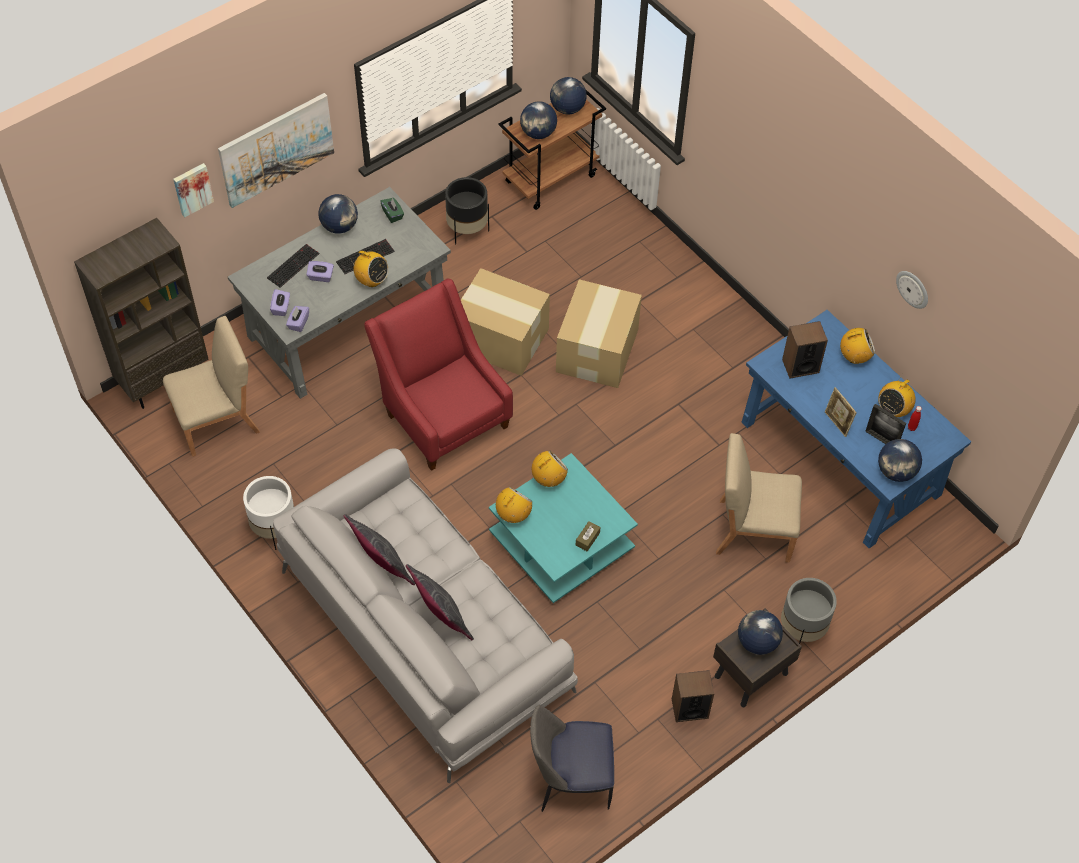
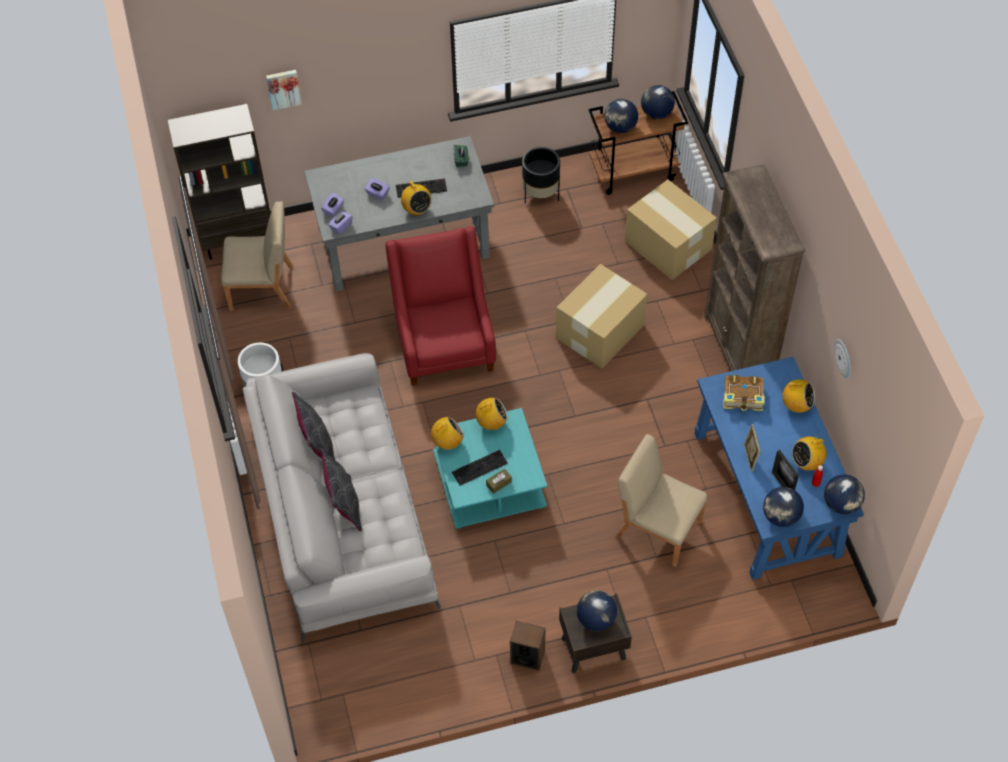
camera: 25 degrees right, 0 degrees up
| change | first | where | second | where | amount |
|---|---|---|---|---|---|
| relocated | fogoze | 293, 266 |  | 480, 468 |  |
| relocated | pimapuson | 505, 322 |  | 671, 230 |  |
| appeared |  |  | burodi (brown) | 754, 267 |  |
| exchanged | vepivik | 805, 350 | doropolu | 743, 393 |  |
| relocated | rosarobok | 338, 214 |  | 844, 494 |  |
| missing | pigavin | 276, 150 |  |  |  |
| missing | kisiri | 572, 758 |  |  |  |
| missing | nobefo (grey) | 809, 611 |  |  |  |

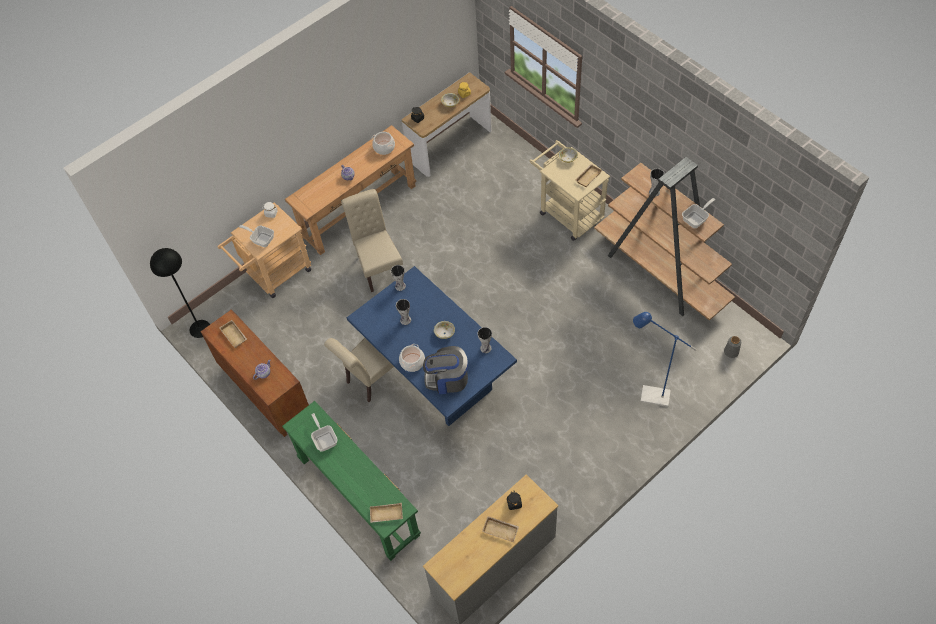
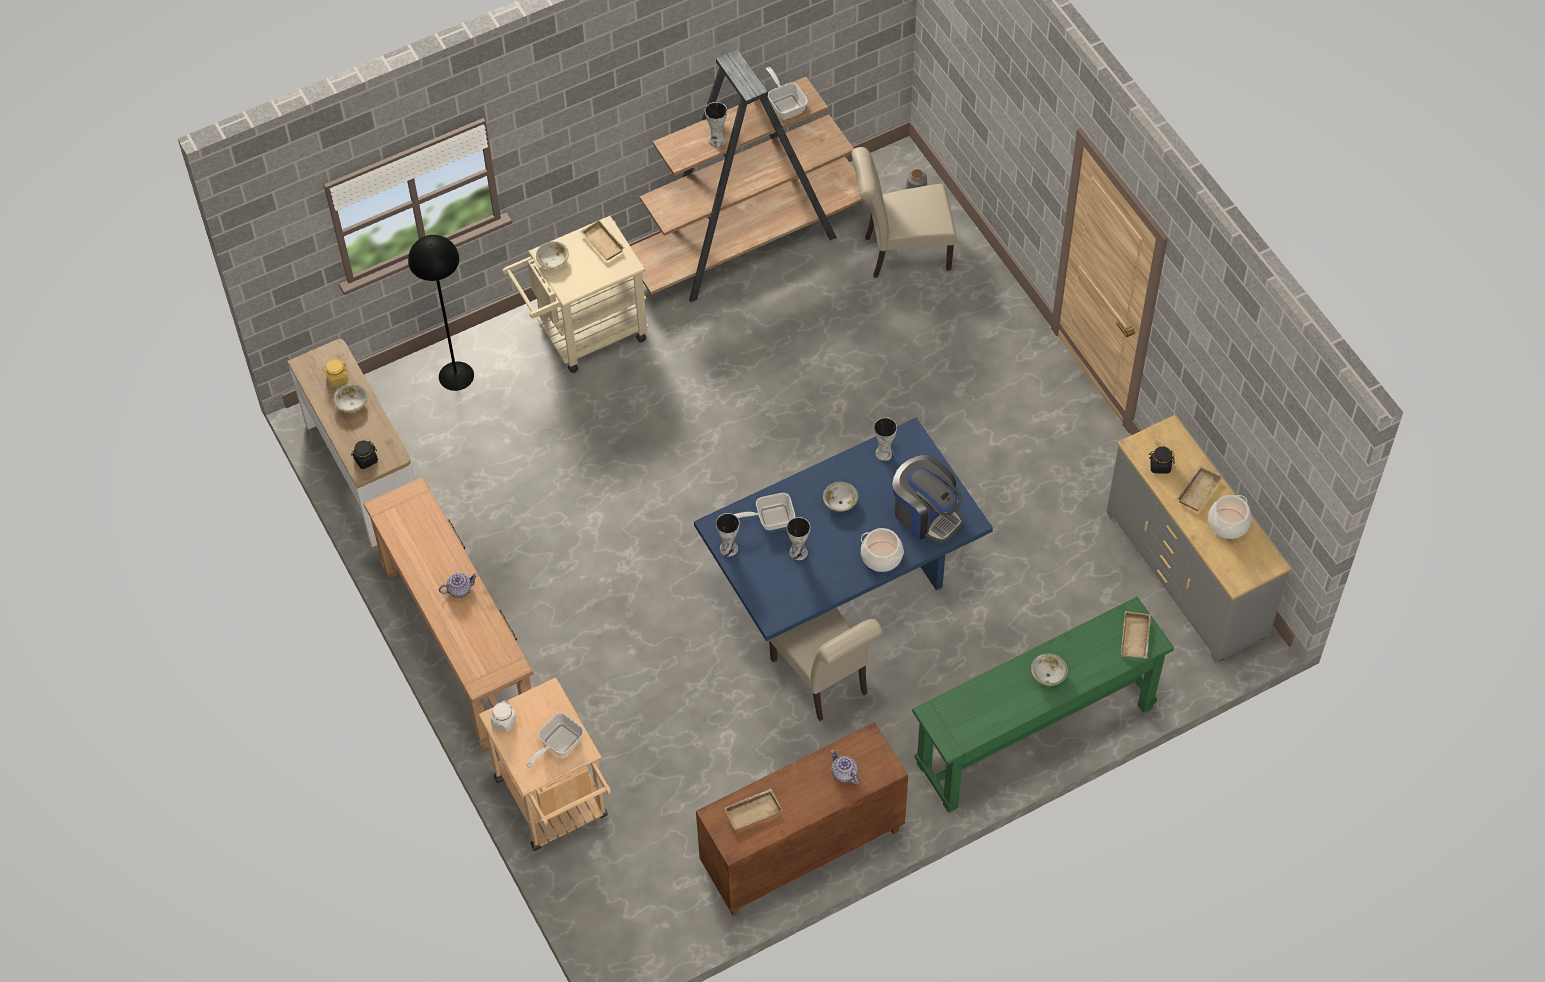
camera: 80 degrees left, 0 degrees up
| change | first | where | second | where | amount |
|---|---|---|---|---|---|
| relocated | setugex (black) | 180, 293 |  | 441, 313 |  |
| relocated | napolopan | 324, 432 |  | 764, 511 |  |
| relocated | kisiri (beige) | 372, 240 |  | 904, 212 |  |
| spun | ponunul | 445, 370 |  | 928, 499 | 60 degrees counterclockwise |
| appeared |  |  | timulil | 1049, 670 |  |
| relocated | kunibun | 383, 143 |  | 1230, 517 |  |
| missing | setugex (blue) | 665, 359 |  |  |  |

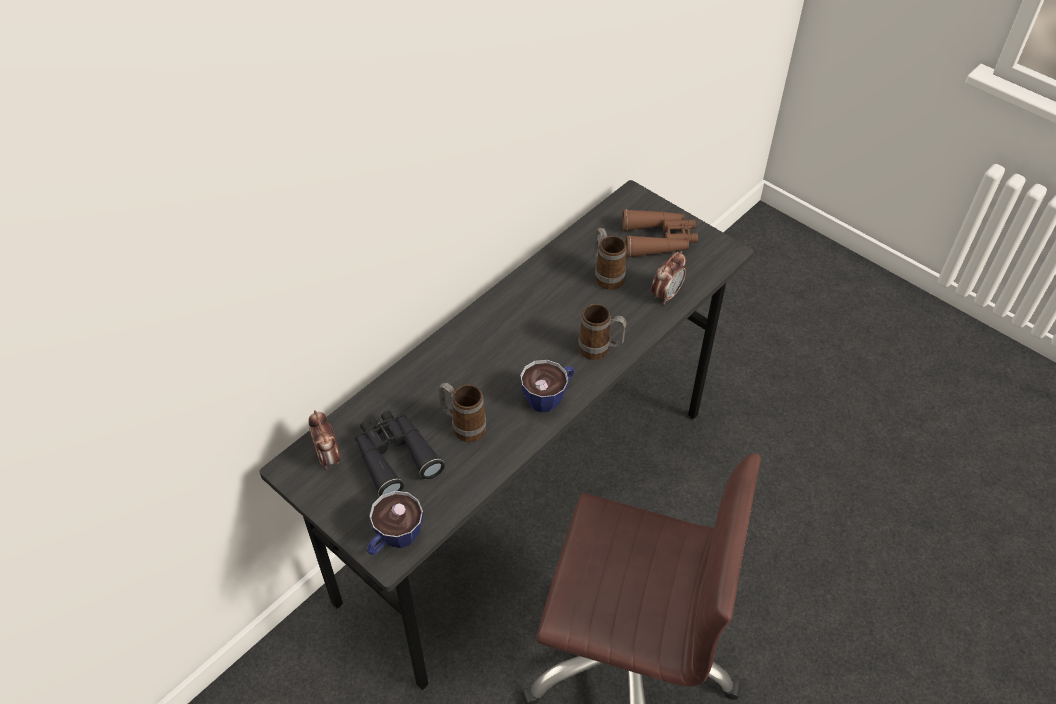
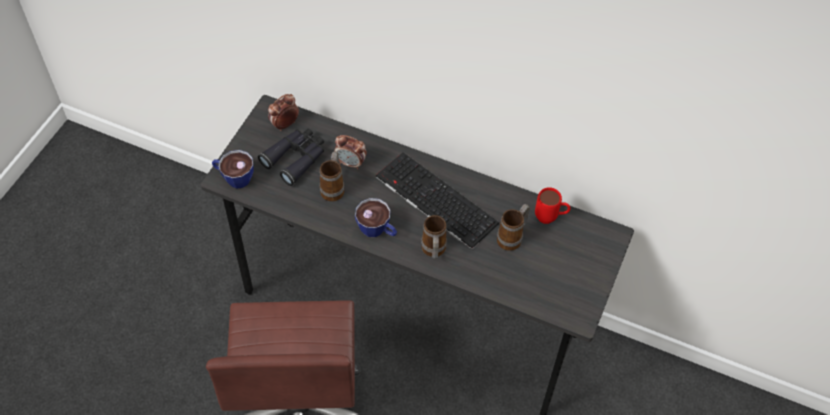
camera: 70 degrees right, 5 degrees up
| change | first | where | second | where | amount |
|---|---|---|---|---|---|
| relocated | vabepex | 668, 278 |  | 350, 152 |  |
| appeared |  |  | fogoze | 437, 200 |  |
| appeared |  |  | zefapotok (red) | 553, 205 |  |
| missing | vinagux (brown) | 660, 233 |  |  |  |

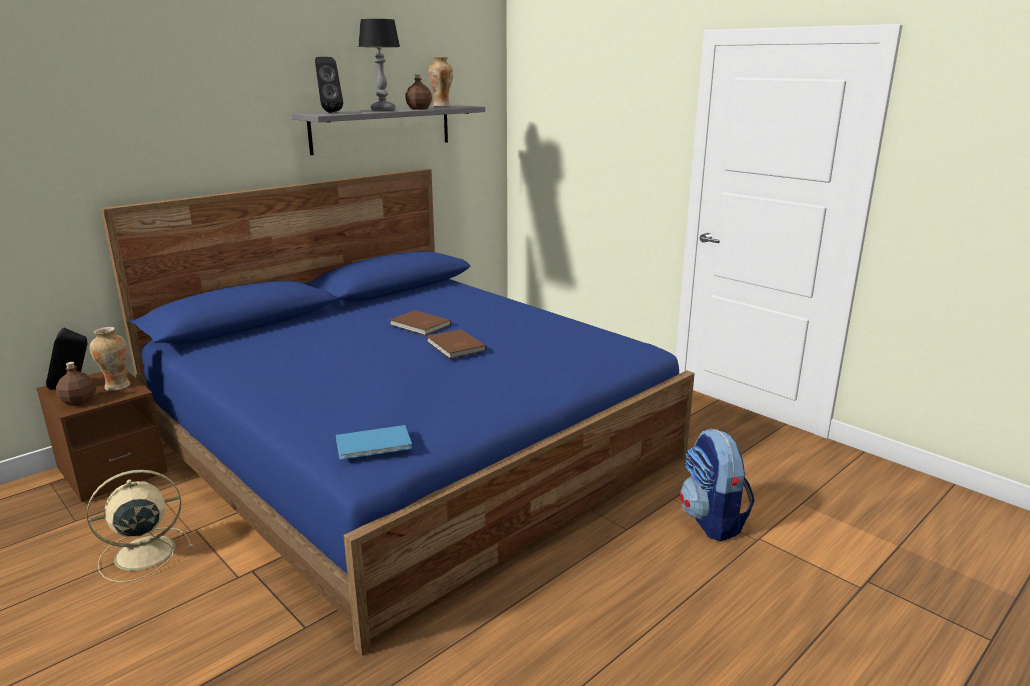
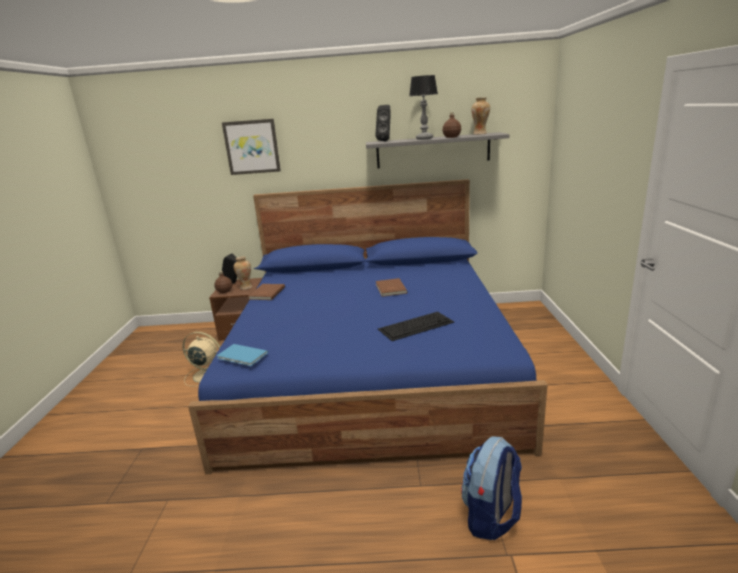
camera: 45 degrees right, 0 degrees up
| change | first | where | second | where | amount |
|---|---|---|---|---|---|
| appeared |  |  | pigavin | 251, 147 |  |
| relocated | doropolu (brown) | 456, 344 |  | 267, 292 |  |
| appeared |  |  | fogoze | 416, 326 |  |

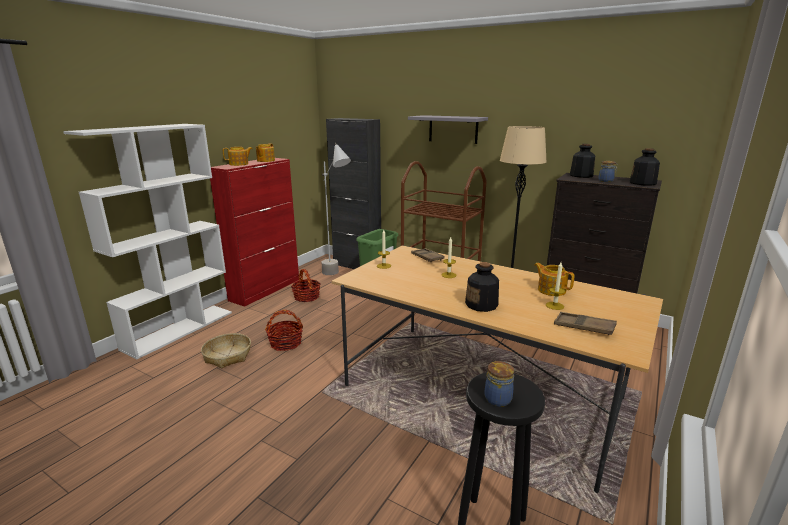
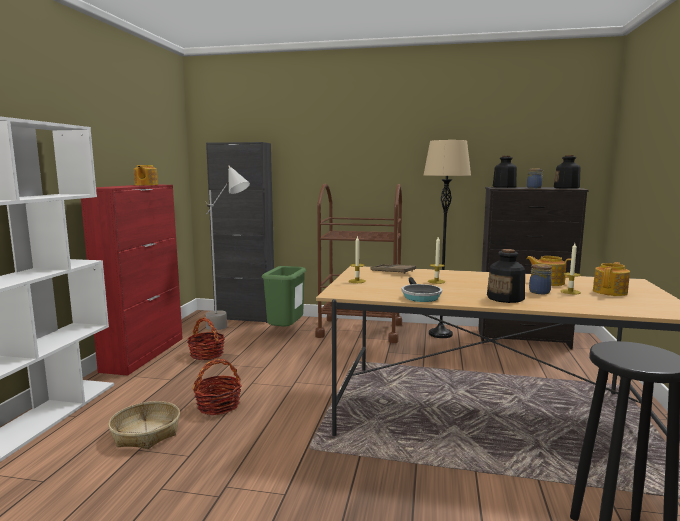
camera: 20 degrees left, 10 degrees down
| change | first | where | second | where | amount |
|---|---|---|---|---|---|
| appeared |  |  | napolopan | 421, 289 |  |
| relocated | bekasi | 499, 384 |  | 540, 279 |  |
| relocated | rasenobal | 237, 156 |  | 611, 279 |  |
| missing | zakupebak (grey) | 448, 129 |  |  |  |
| missing | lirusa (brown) | 585, 323 |  |  |  |

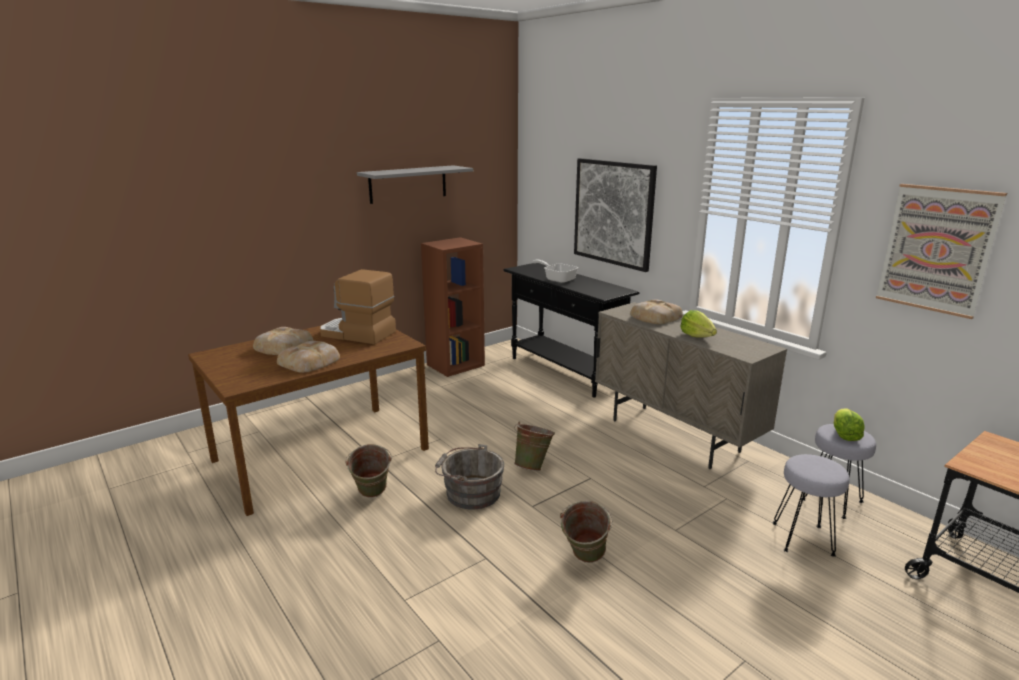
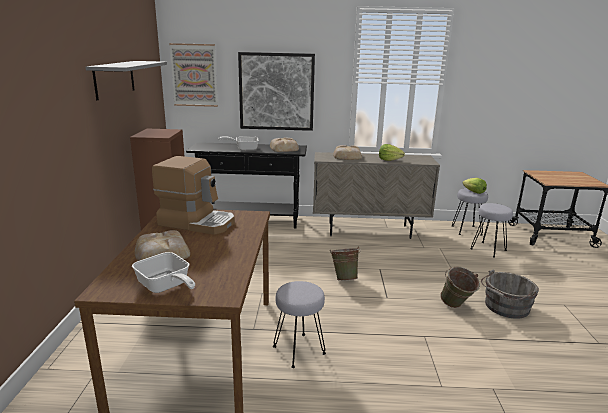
camera: 50 degrees left, 0 degrees up
| change | first | where | second | where | amount |
|---|---|---|---|---|---|
| appeared |  |  | napolopan | 163, 272 |  |
| spun | ponunul | 358, 307 |  | 193, 195 | 135 degrees counterclockwise |
| relocated | pigavin | 941, 251 |  | 193, 75 |  |
| relocated | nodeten | 308, 357 |  | 284, 145 |  |
| exchanged | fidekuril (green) | 369, 471 | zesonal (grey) | 299, 324 |  |
| relocated | fidekuril (grey) | 470, 477 |  | 510, 294 |  |

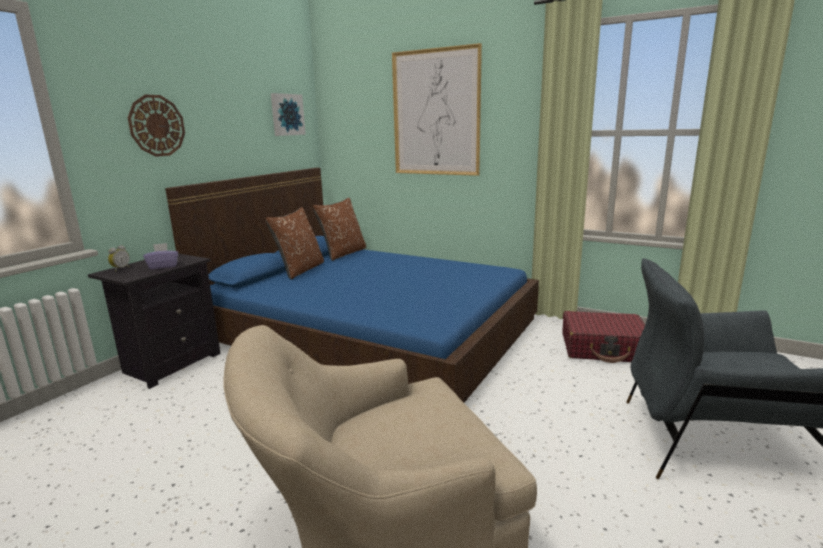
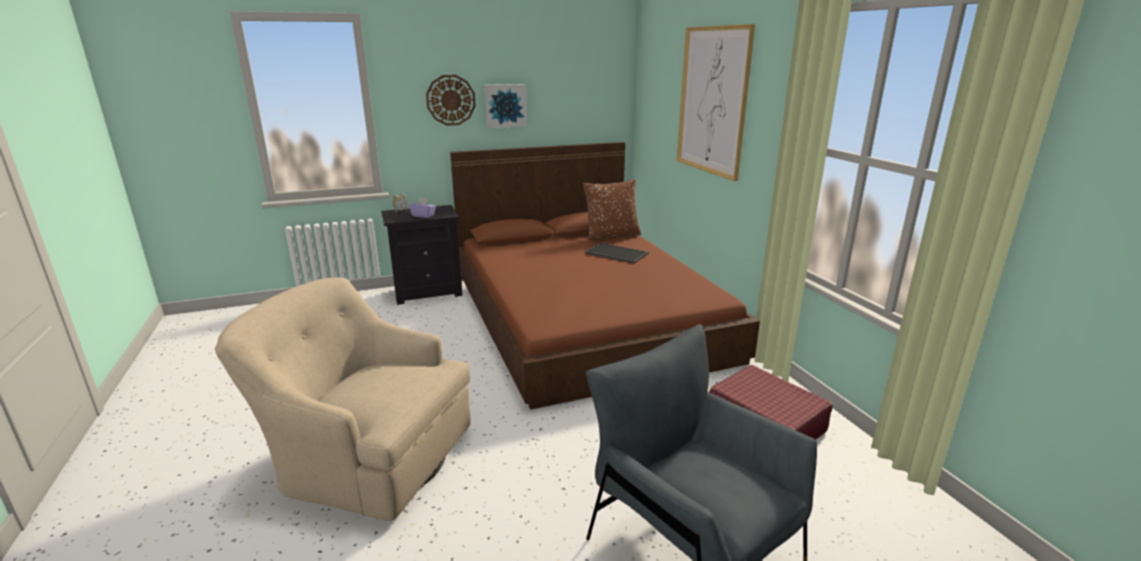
camera: 40 degrees right, 5 degrees up
| change | first | where | second | where | amount |
|---|---|---|---|---|---|
| colour | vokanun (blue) | 352, 285 | vokanun (brown) | 605, 276 |  |
| relocated | pigavin | 288, 114 |  | 505, 106 |  |
| appeared |  |  | lirusa | 617, 253 |  |
| missing | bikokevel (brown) | 295, 243 |  |  |  |

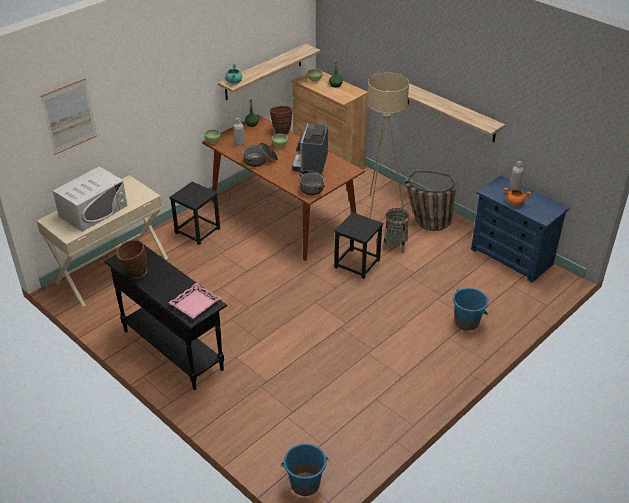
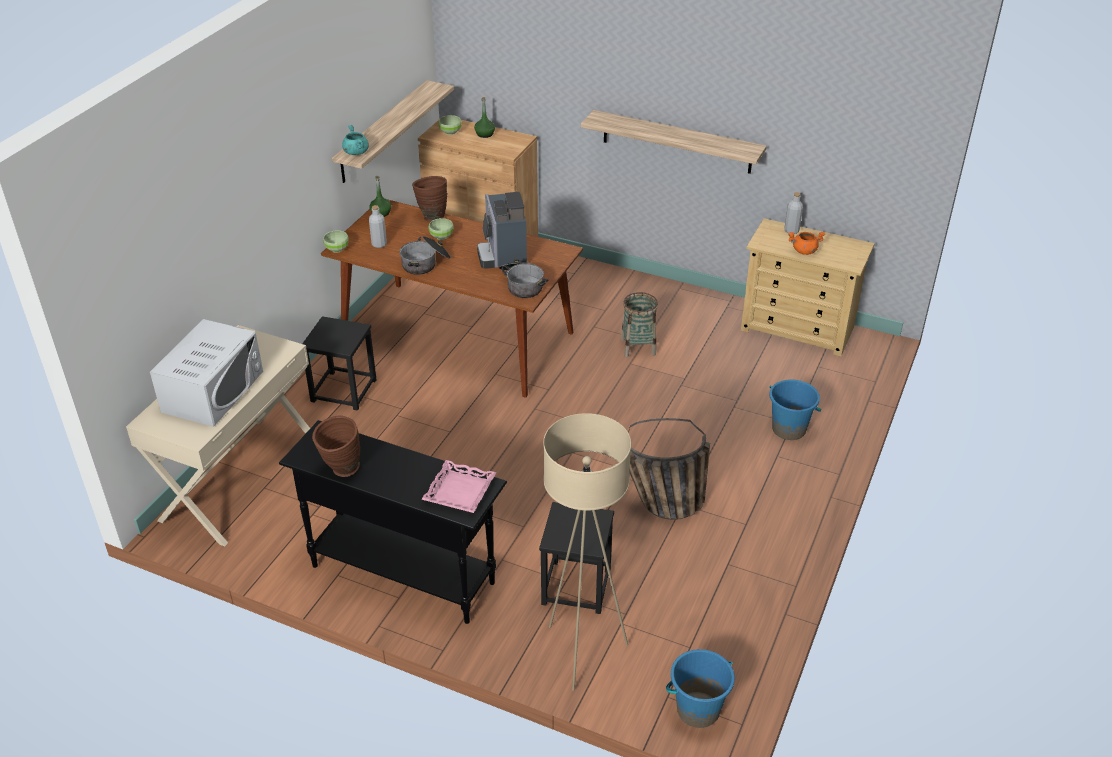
camera: 20 degrees left, 0 degrees up
| change | first | where | second | where | amount |
|---|---|---|---|---|---|
| relocated | zesonal (black) | 358, 245 |  | 576, 558 |  |
| relocated | setugex (beige) | 388, 145 |  | 587, 552 |  |
| relocated | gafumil | 430, 201 |  | 669, 469 |  |
| colour | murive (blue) | 520, 229 | murive (beige) | 808, 287 |  |
| missing | pigavin | 68, 116 |  |  |  |

